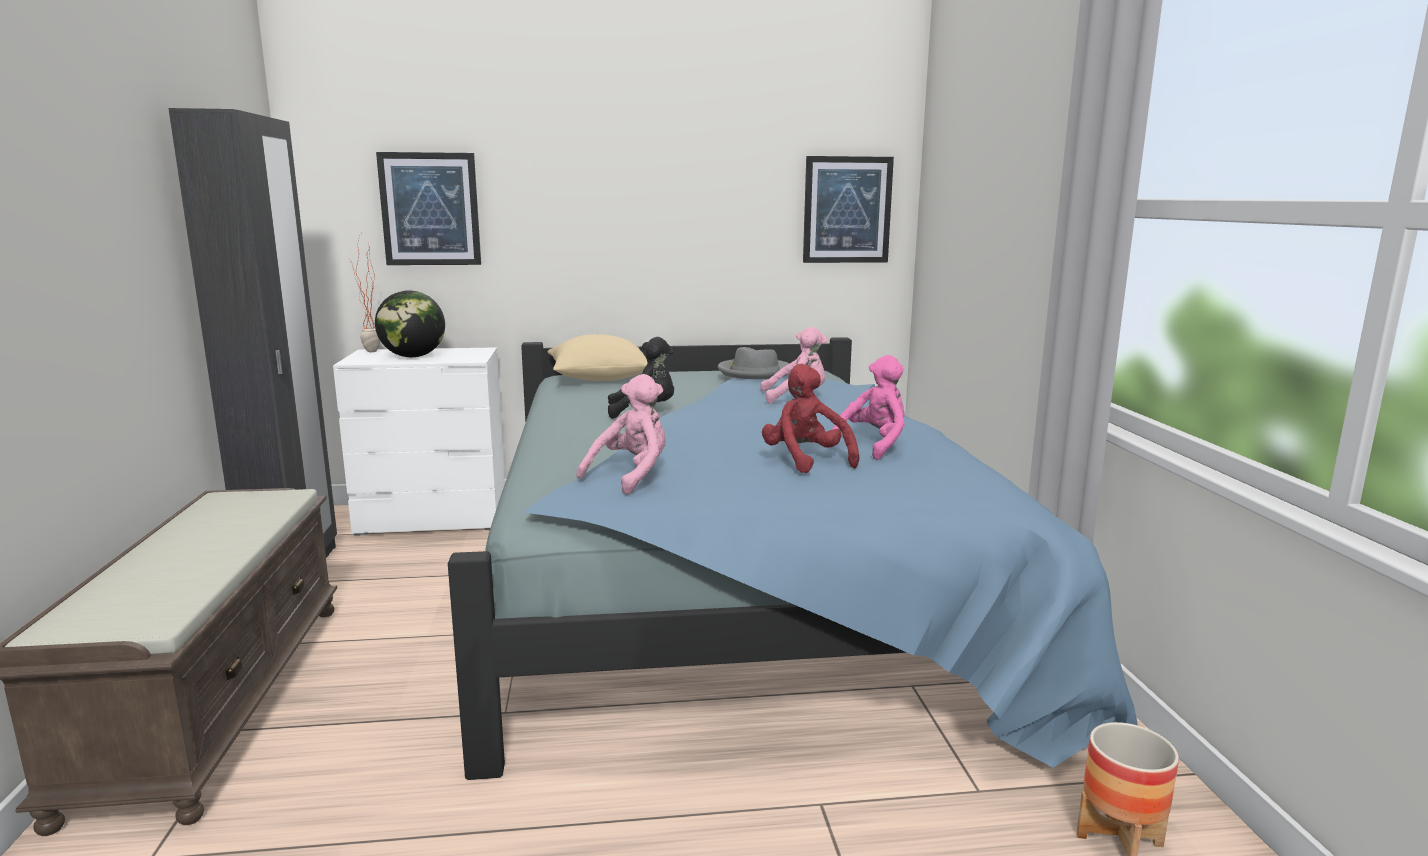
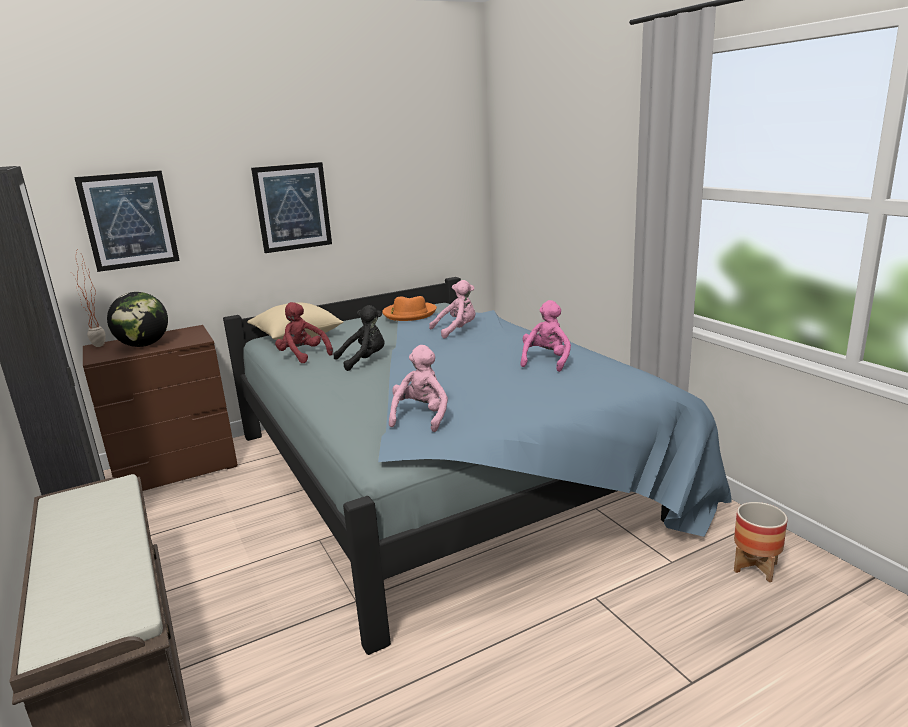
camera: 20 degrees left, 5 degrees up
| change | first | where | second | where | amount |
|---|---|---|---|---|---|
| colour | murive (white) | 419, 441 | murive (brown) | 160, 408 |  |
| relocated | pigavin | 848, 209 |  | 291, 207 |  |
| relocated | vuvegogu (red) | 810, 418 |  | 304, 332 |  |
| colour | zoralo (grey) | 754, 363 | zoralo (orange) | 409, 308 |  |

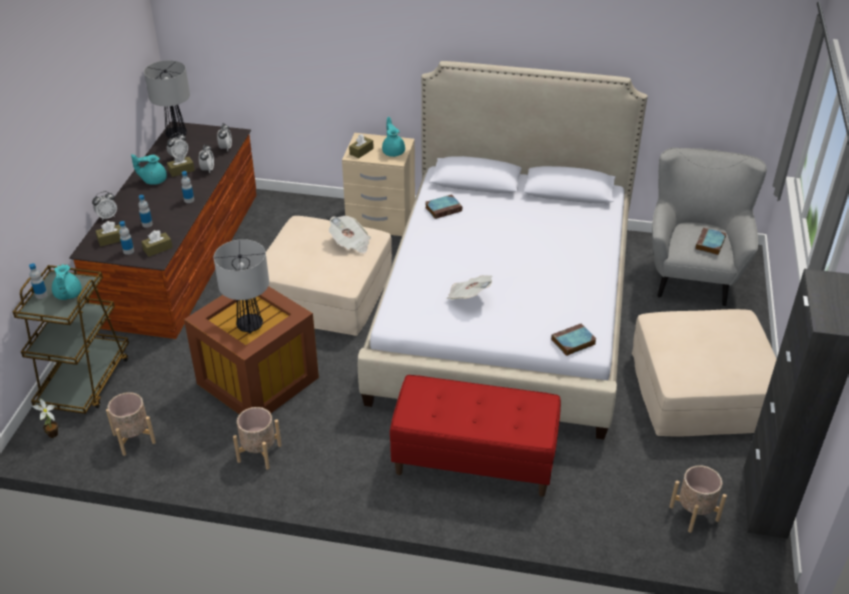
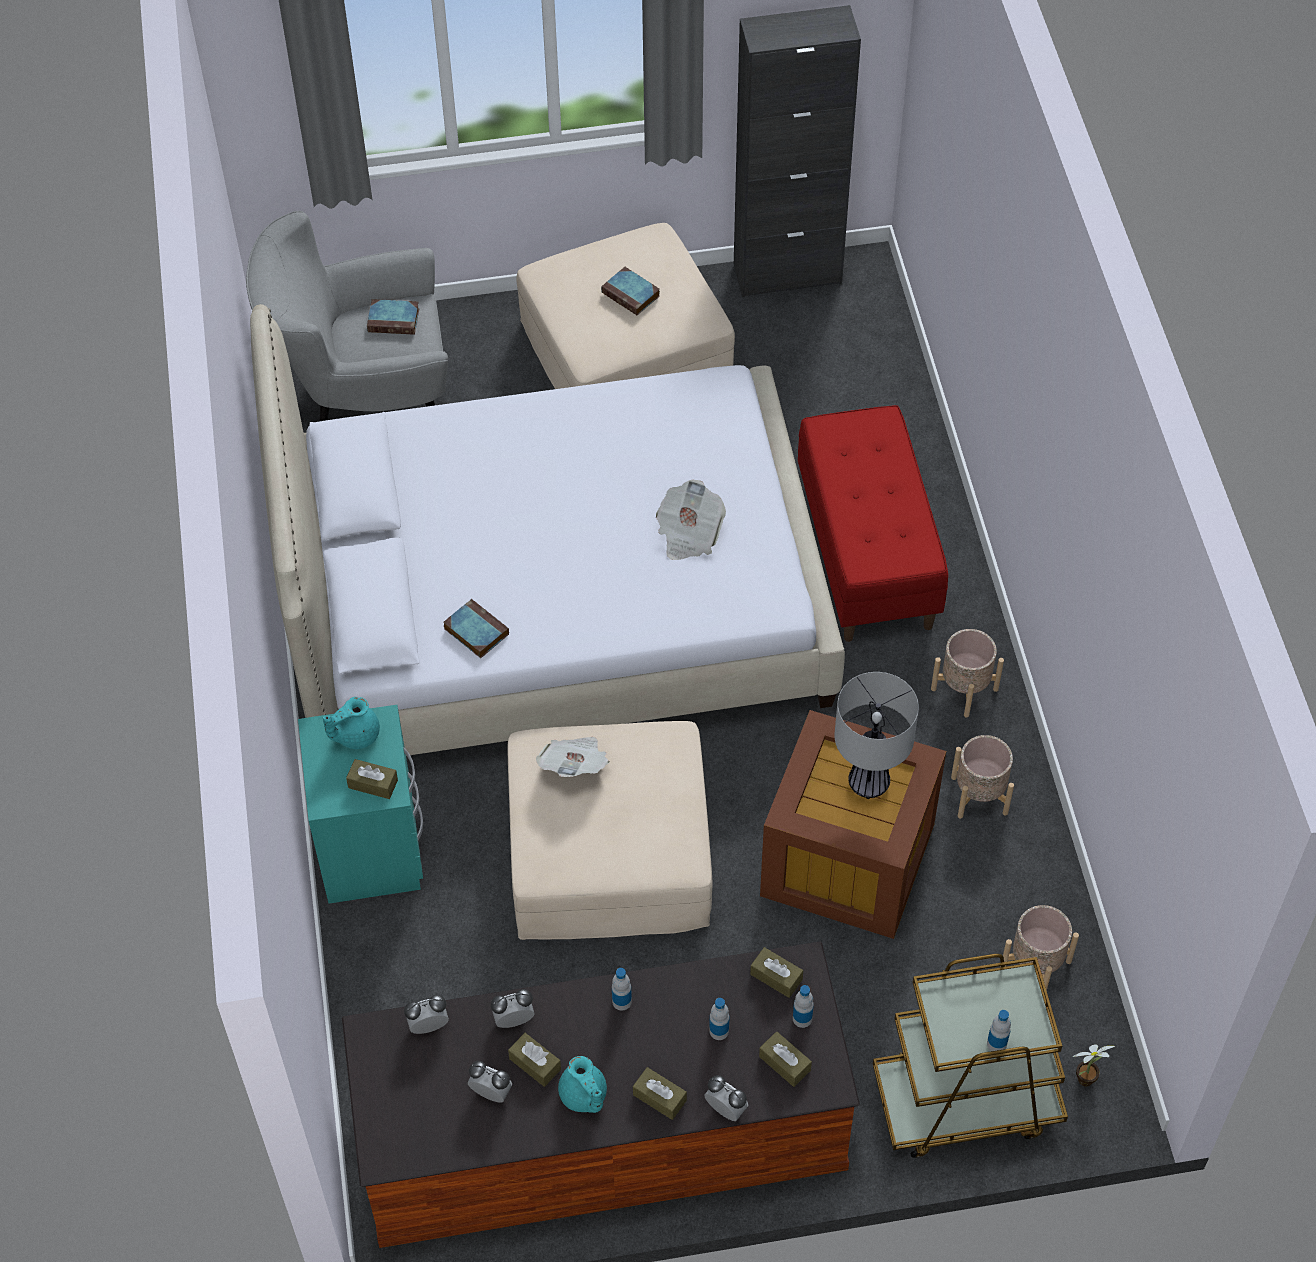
camera: 110 degrees left, 15 degrees up
| change | first | where | second | where | amount |
|---|---|---|---|---|---|
| colour | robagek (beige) | 378, 184 | robagek (turquoise) | 360, 804 |  |
| relocated | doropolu | 573, 339 |  | 630, 291 |  |
| appeared |  |  | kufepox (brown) | 660, 1093 |  |
| relocated | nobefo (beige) | 698, 499 |  | 967, 673 |  |
| missing | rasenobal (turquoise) | 67, 282 |  |  |  |
| missing | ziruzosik | 167, 99 |  |  |  |

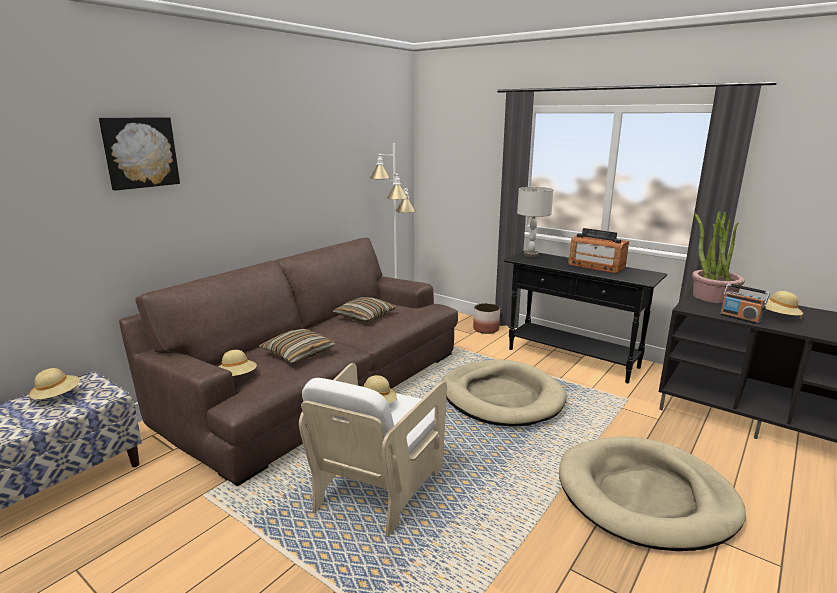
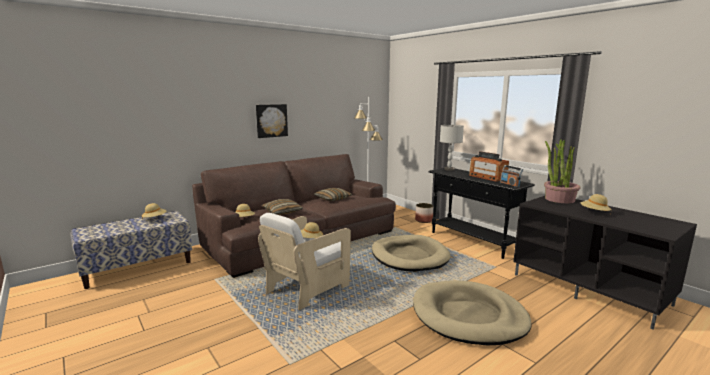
camera: 15 degrees right, 5 degrees down
| change | first | where | second | where | amount |
|---|---|---|---|---|---|
| relocated | pigavin | 139, 154 |  | 272, 121 |  |
| relocated | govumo | 745, 303 |  | 511, 176 |  |

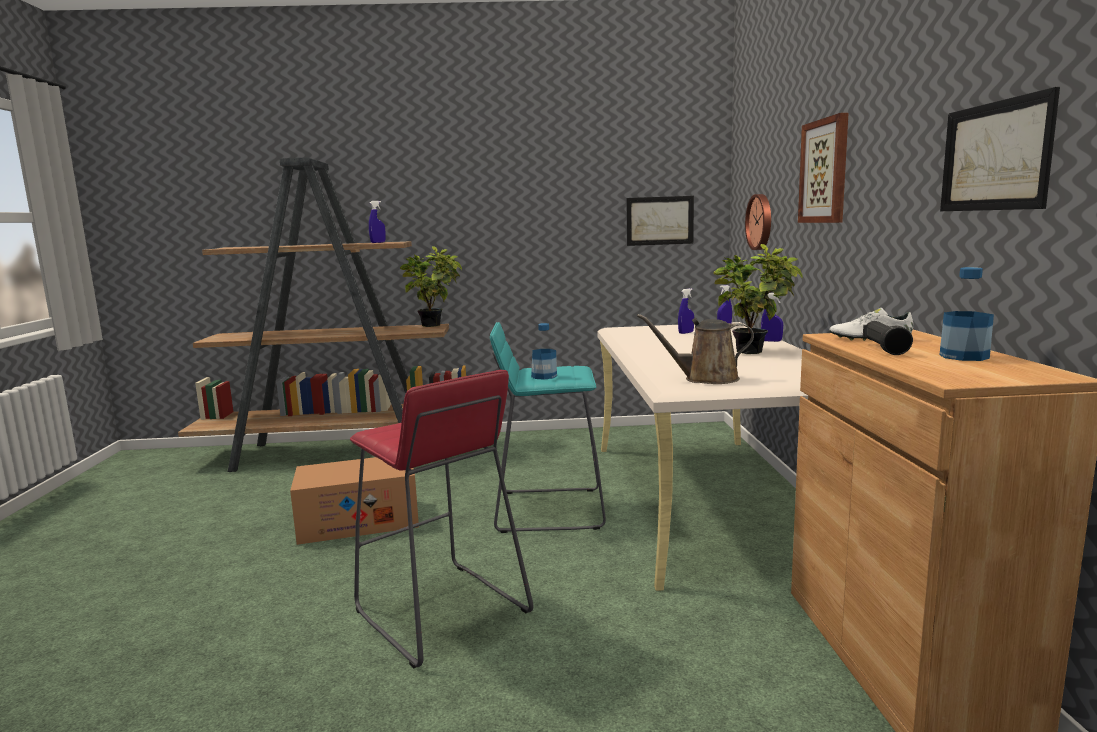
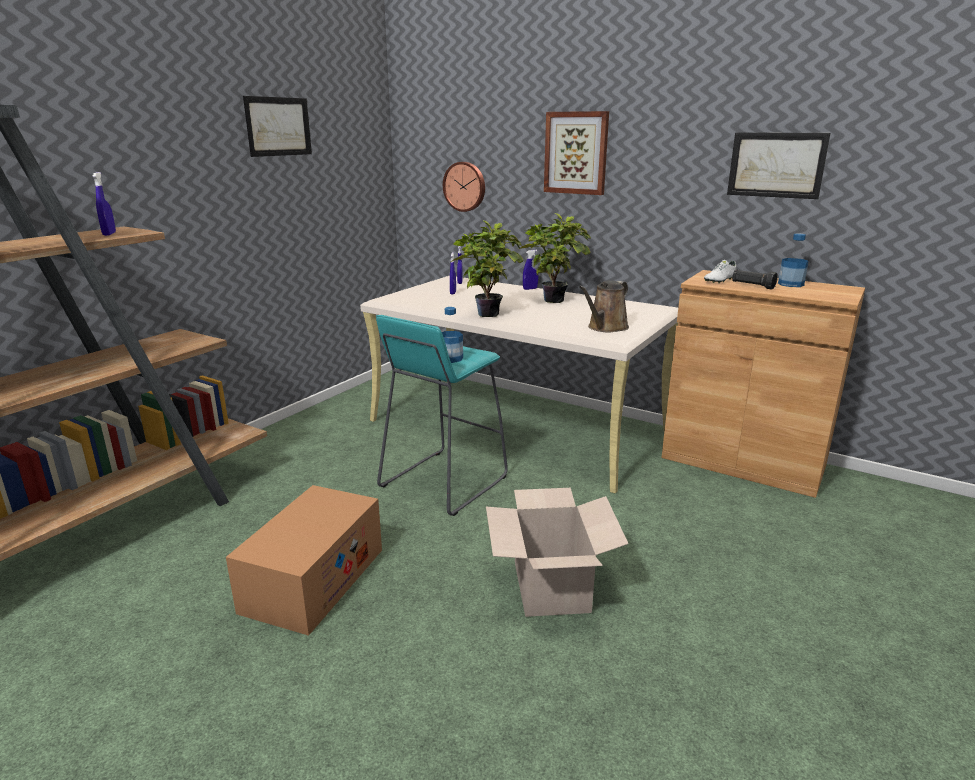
camera: 55 degrees left, 10 degrees up
| change | first | where | second | where | amount |
|---|---|---|---|---|---|
| relocated | pigavin | 660, 221 |  | 277, 126 |  |
| relocated | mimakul | 431, 286 |  | 487, 269 |  |
| exchanged | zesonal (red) | 441, 519 | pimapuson | 557, 552 |  |

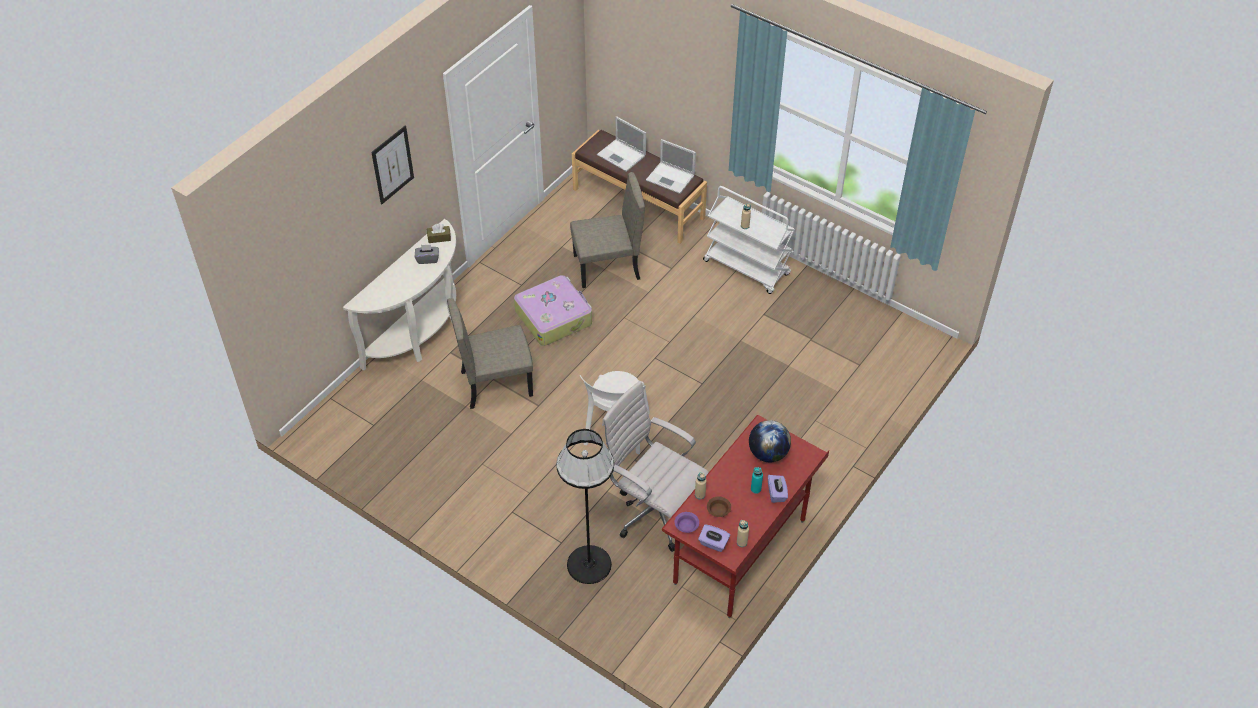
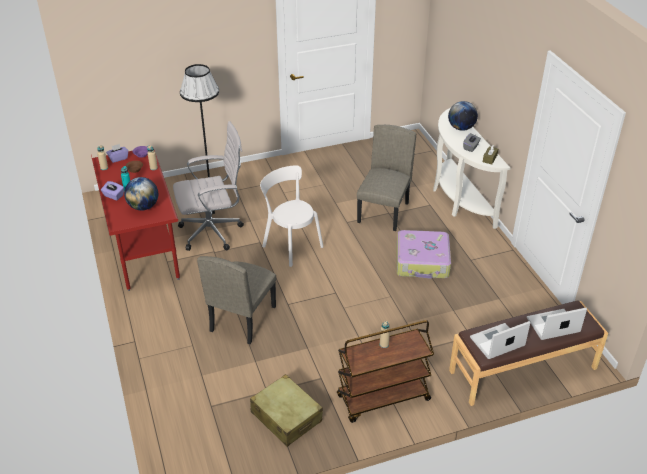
camera: 125 degrees right, 10 degrees down
| change | first | where | second | where | amount |
|---|---|---|---|---|---|
| relocated | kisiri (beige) | 607, 230 |  | 236, 300 |  |
| appeared |  |  | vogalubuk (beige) | 286, 410 |  |
| colour | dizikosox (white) | 749, 240 | dizikosox (brown) | 385, 371 |  |
| appeared |  |  | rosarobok | 463, 116 |  |
| missing | pigavin | 392, 165 |  |  |  |

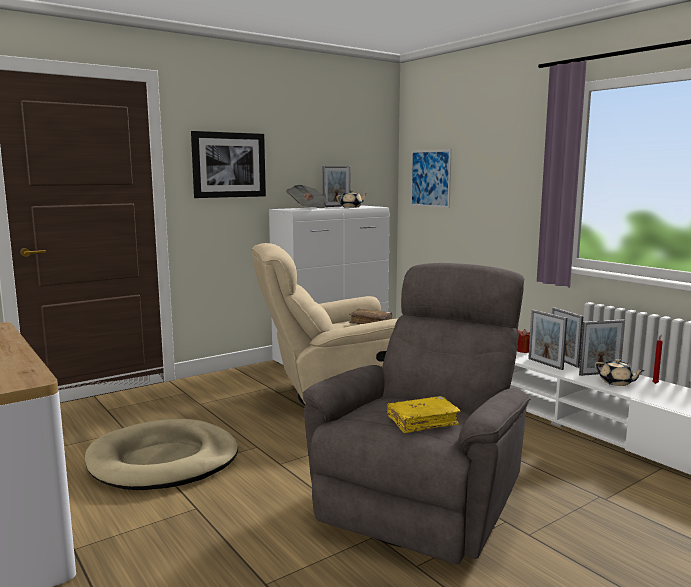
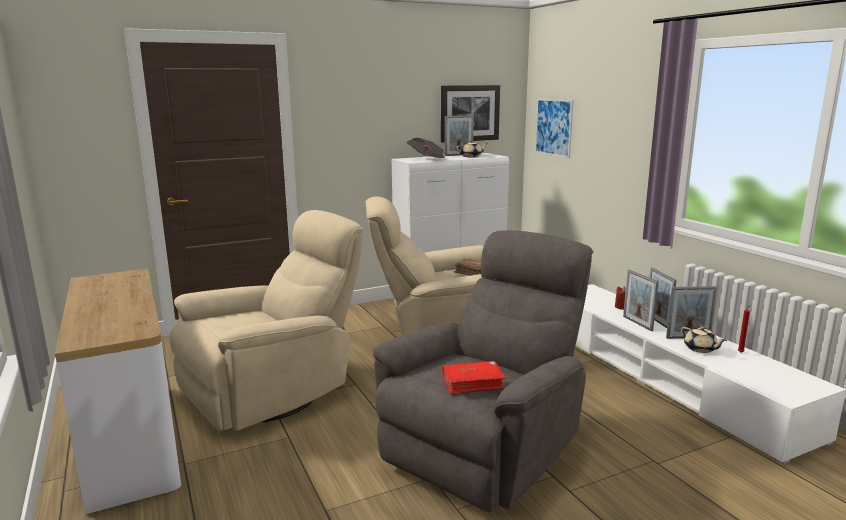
camera: 10 degrees right, 5 degrees up
| change | first | where | second | where | amount |
|---|---|---|---|---|---|
| exchanged | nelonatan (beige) | 161, 454 | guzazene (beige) | 266, 320 |  |
| relocated | pigavin | 228, 164 |  | 470, 114 |  |
| colour | doropolu (yellow) | 424, 414 | doropolu (red) | 474, 378 |  |

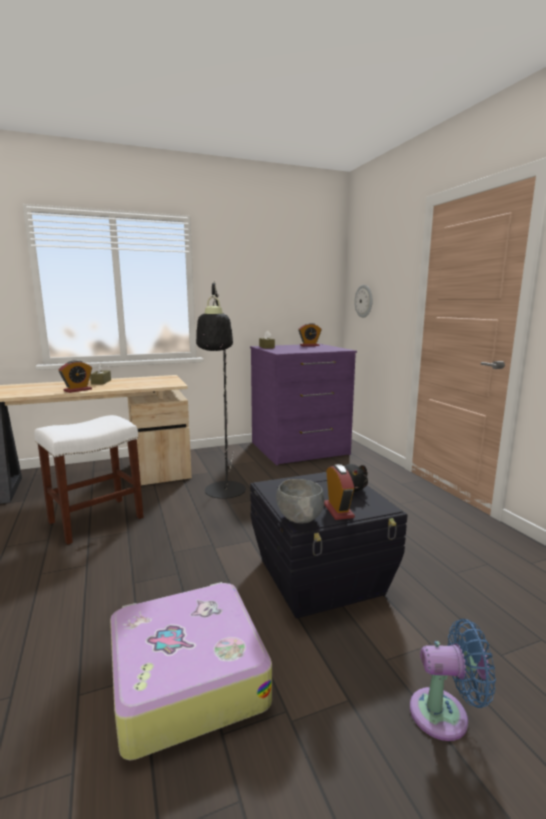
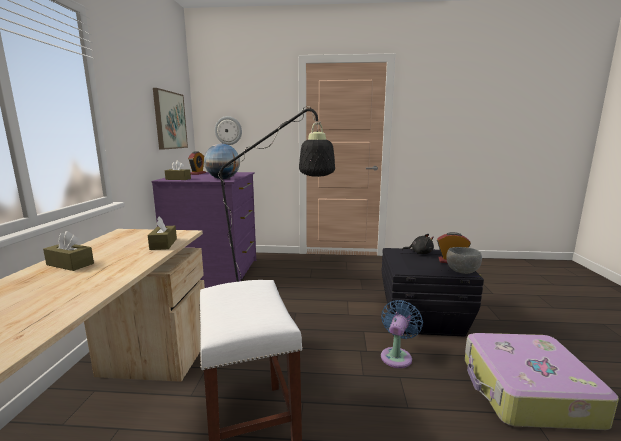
camera: 65 degrees left, 0 degrees up
| change | first | where | second | where | amount |
|---|---|---|---|---|---|
| appeared |  |  | kufepox (brown) | 162, 233 |  |
| appeared |  |  | pigavin | 170, 119 |  |
| appeared |  |  | rosarobok | 222, 161 |  |
| relocated | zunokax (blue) | 453, 680 |  | 402, 334 |  |
| missing | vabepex | 75, 376 |  |  |  |

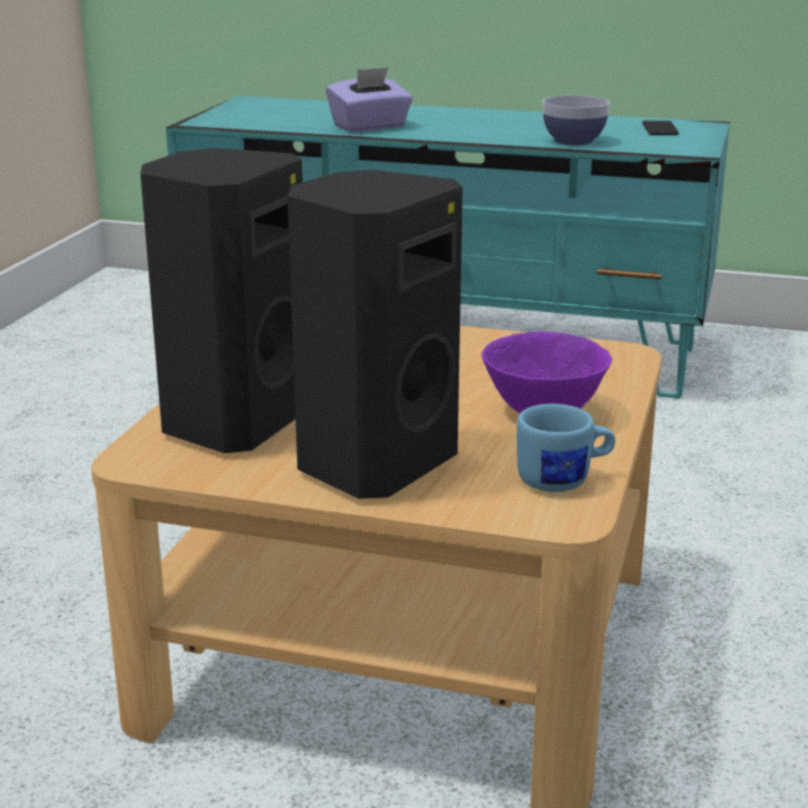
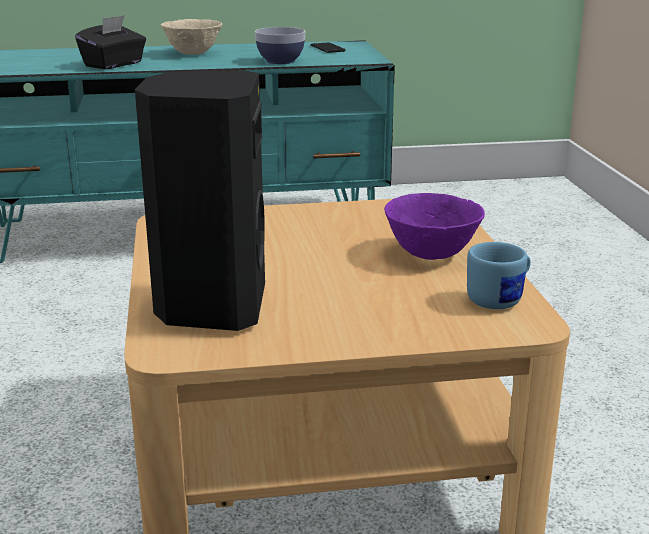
camera: 25 degrees left, 0 degrees up
| change | first | where | second | where | amount |
|---|---|---|---|---|---|
| colour | kufepox (purple) | 369, 99 | kufepox (black) | 110, 42 |  |
| appeared |  |  | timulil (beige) | 191, 37 |  |
| missing | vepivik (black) | 375, 334 |  |  |  |

